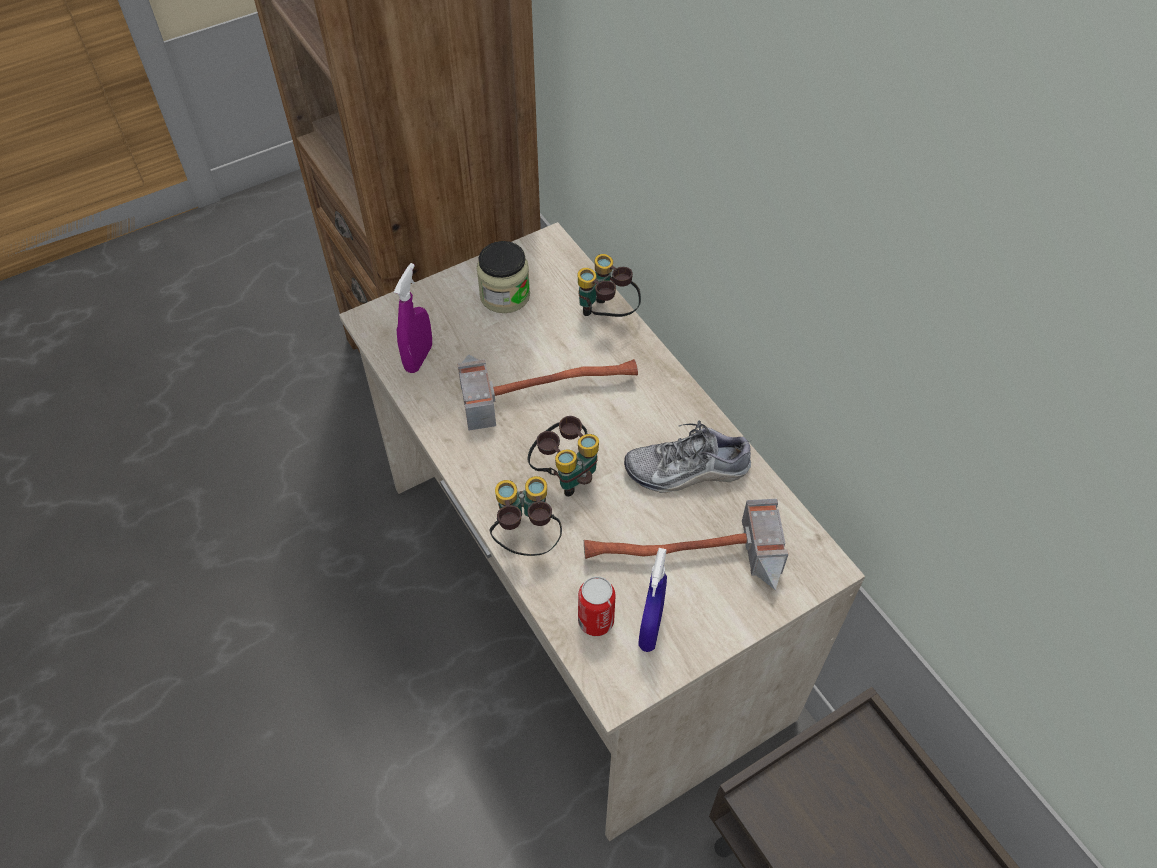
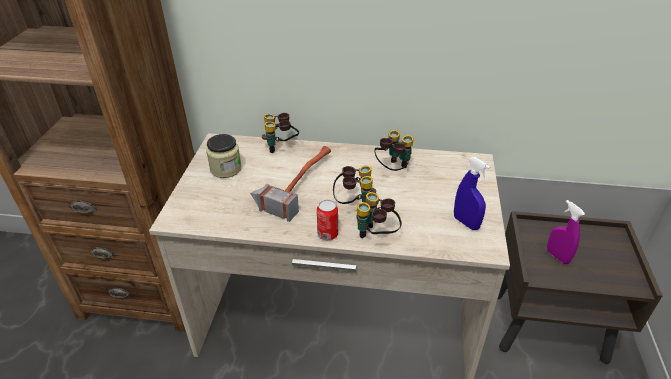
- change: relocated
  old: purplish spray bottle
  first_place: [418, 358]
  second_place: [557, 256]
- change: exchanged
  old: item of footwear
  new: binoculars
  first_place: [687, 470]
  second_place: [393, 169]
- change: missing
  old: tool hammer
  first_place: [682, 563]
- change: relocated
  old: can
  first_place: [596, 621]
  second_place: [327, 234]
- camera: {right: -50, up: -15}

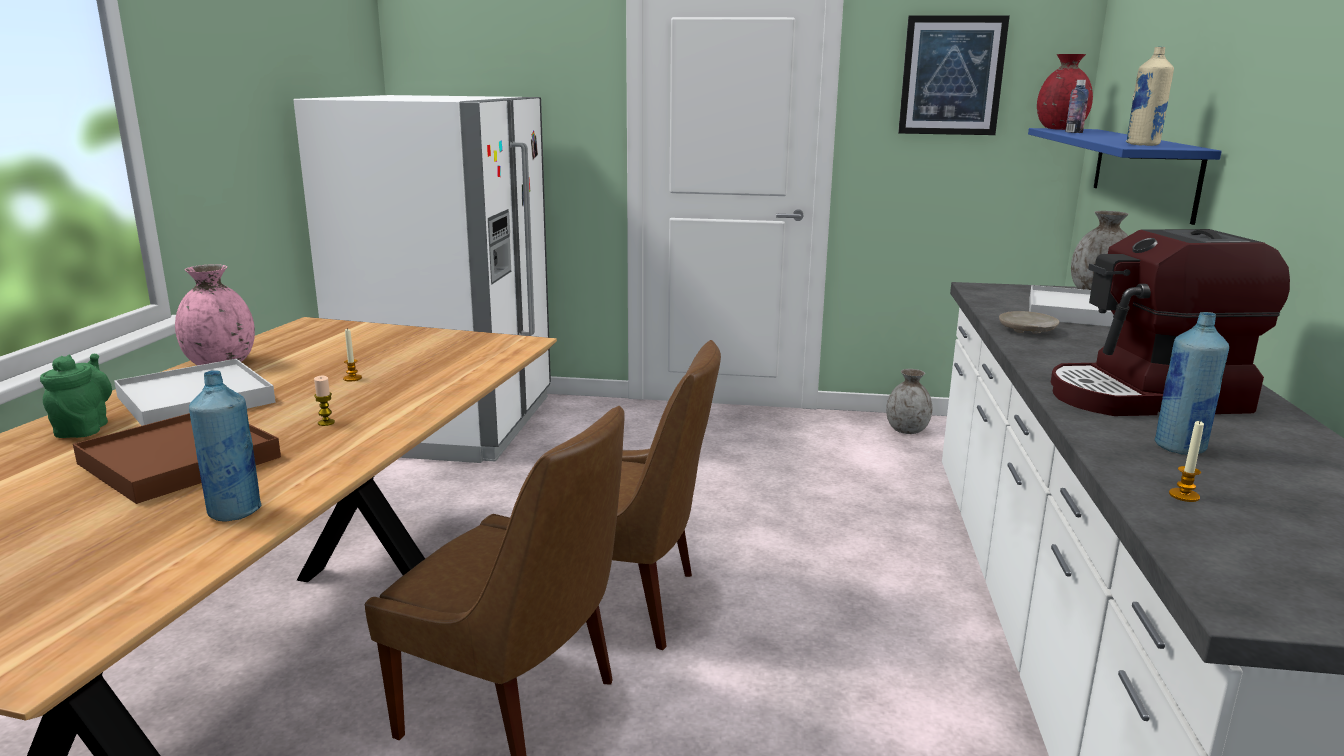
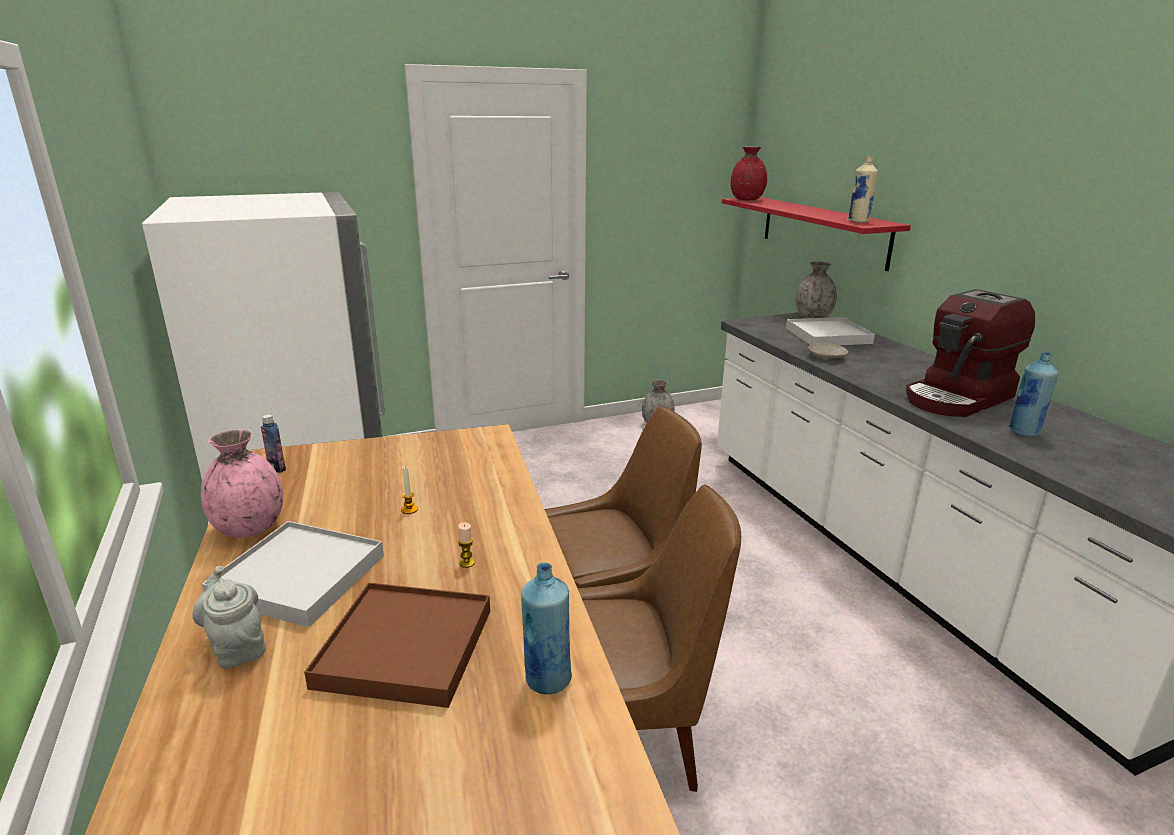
- change: missing
  old: picture
  first_place: [951, 76]
- change: relocated
  old: bottle
  first_place: [1074, 132]
  second_place: [277, 468]
- change: colour
  old: blue-coloured bracket shelf
  new: red bracket shelf
  first_place: [1143, 171]
  second_place: [823, 231]
- change: colour
  old: green-coloured tea pot
  new: greyish tea pot
  first_place: [84, 428]
  second_place: [237, 647]
- change: missing
  old: wax candle
  first_place: [1184, 496]
- camera: {right: -30, up: 5}

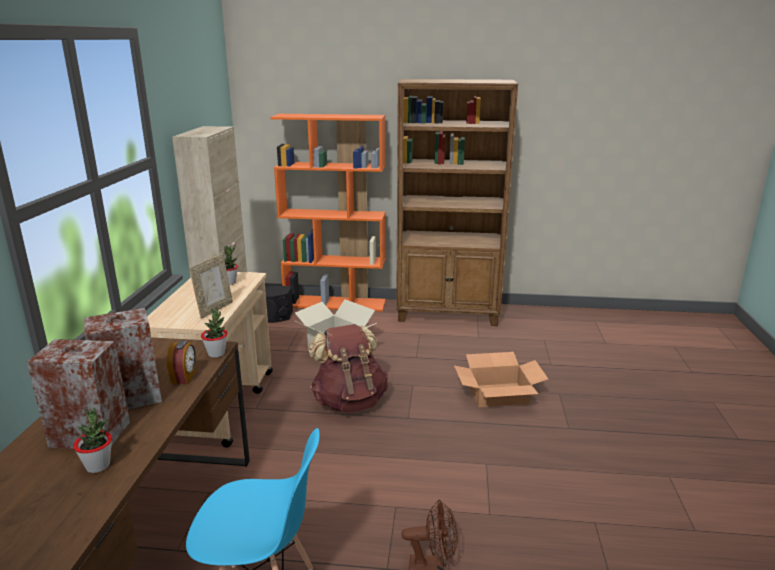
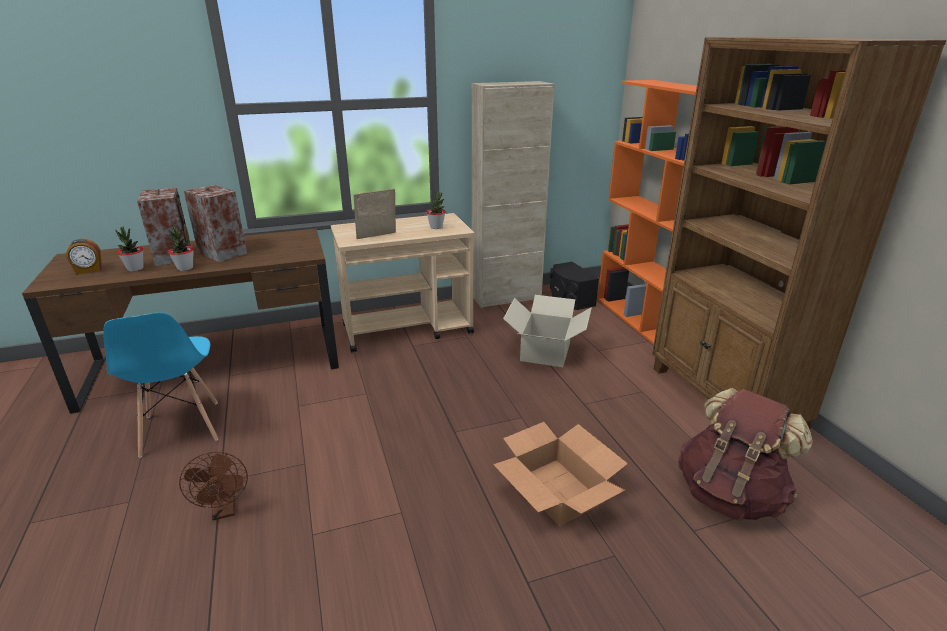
- change: spun
  old: photo frame
  first_place: [214, 309]
  second_place: [377, 236]
  degrees: 150
- change: relocated
  old: houseplant
  first_place: [216, 354]
  second_place: [185, 268]
- change: relocated
  old: brown backpack
  first_place: [349, 401]
  second_place: [730, 495]
- change: relocated
  old: bedside clock
  first_place: [184, 377]
  second_place: [89, 270]
- camera: {right: 65, up: 5}

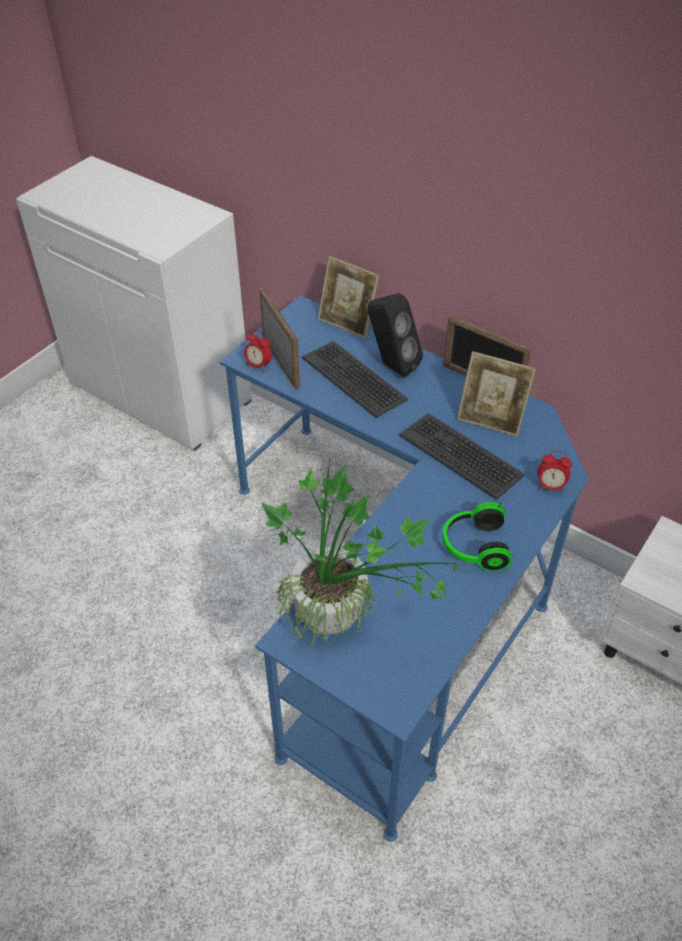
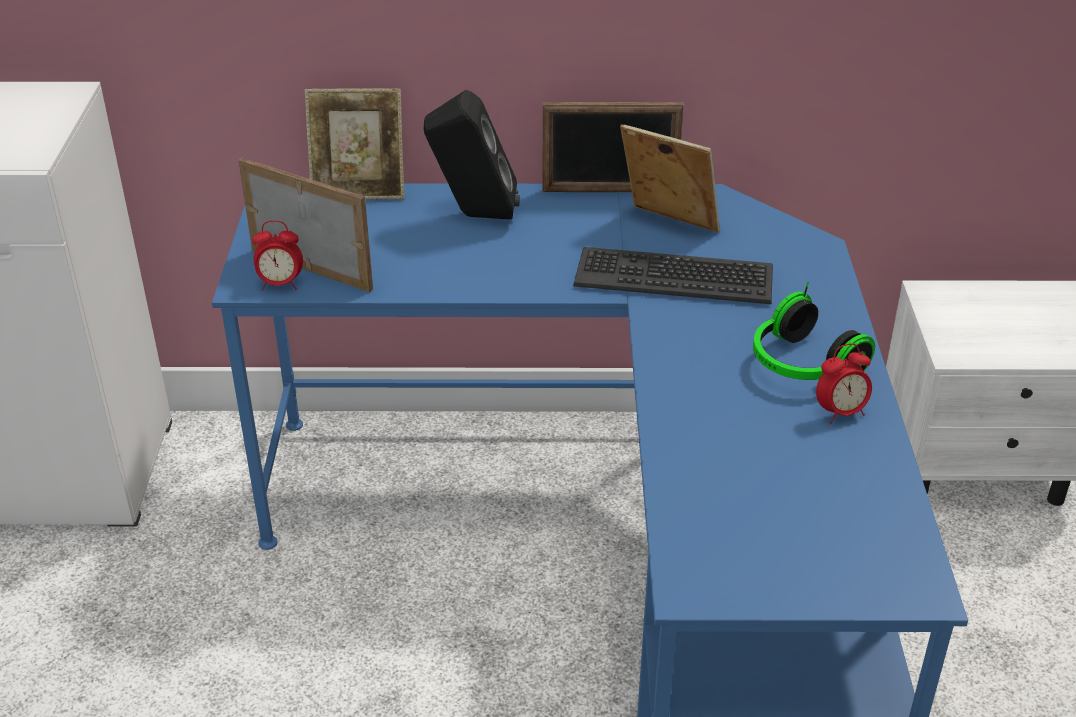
- change: missing
  old: keyboard
  first_place: [354, 378]
- change: spun
  old: photo frame
  first_place: [490, 420]
  second_place: [667, 226]
  degrees: -135
- change: relocated
  old: bedside clock
  first_place: [550, 486]
  second_place: [840, 413]
- change: missing
  old: houseplant
  first_place: [344, 617]
- camera: {right: -35, up: -10}

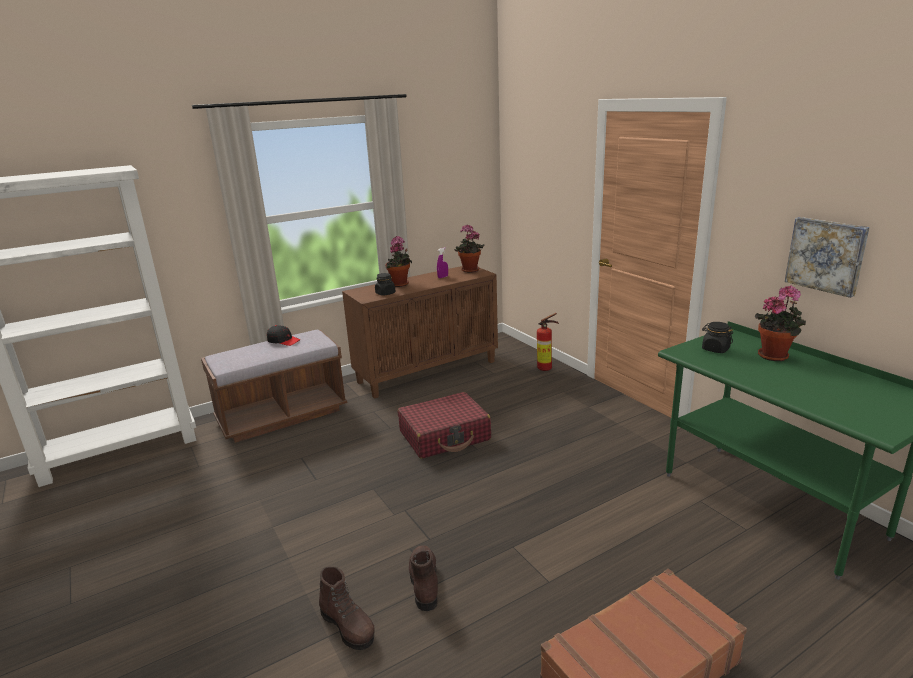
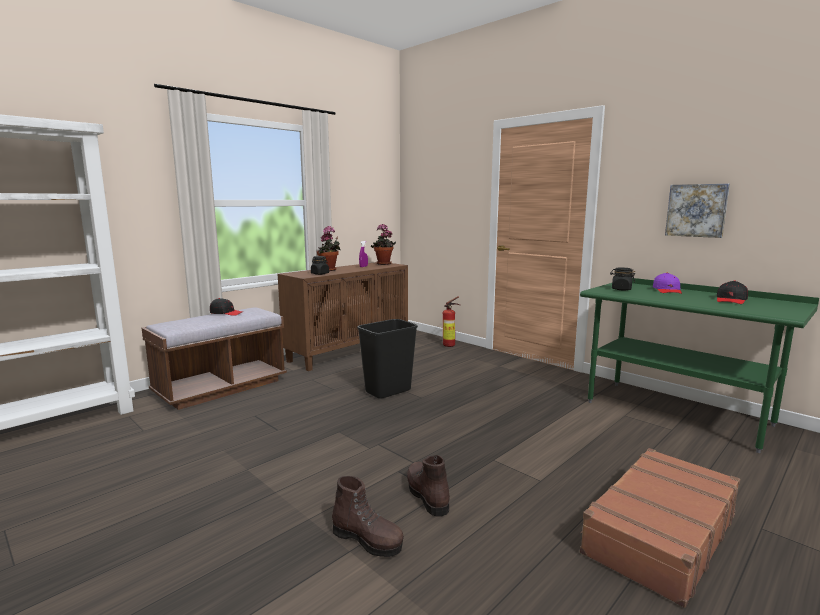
- change: exchanged
  old: houseplant
  new: purplish baseball cap
  first_place: [775, 355]
  second_place: [667, 290]
- change: exchanged
  old: red suitcase
  new: black trash can
  first_place: [445, 436]
  second_place: [388, 391]
- change: appeared
  new: black baseball cap
  second_place: [731, 300]
- camera: {right: -15, up: -10}

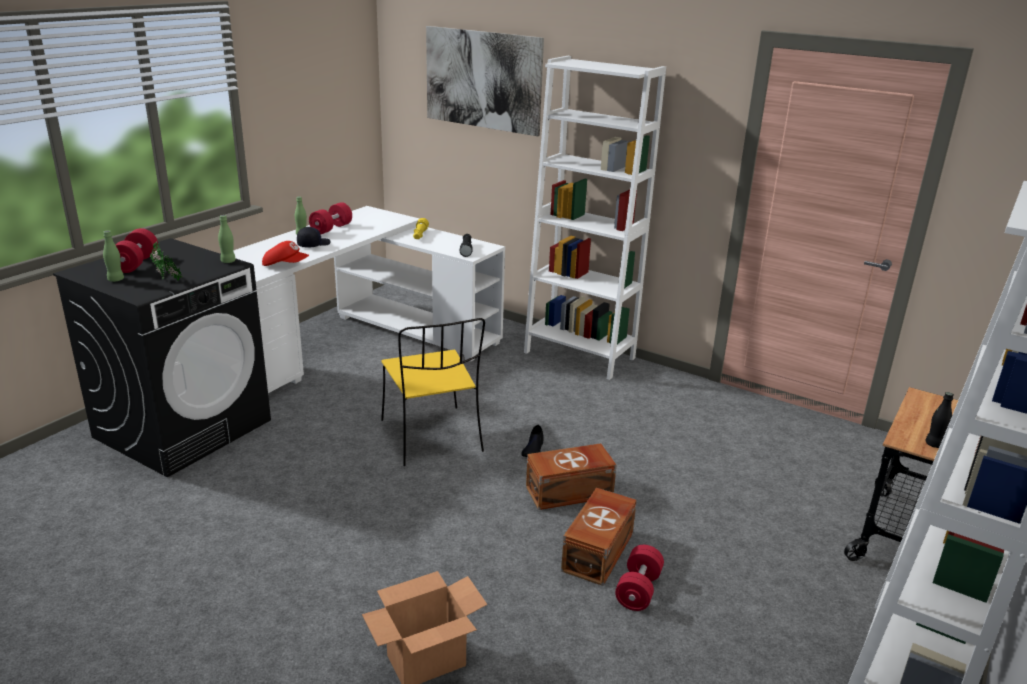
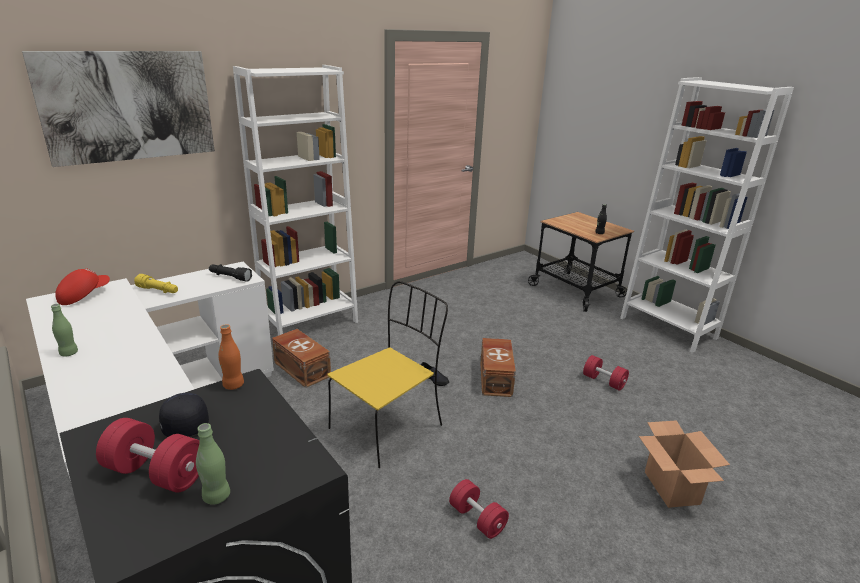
- change: relocated
  old: red hand weight
  first_place: [331, 229]
  second_place: [477, 519]
- change: colour
  old: green-coloured bottle
  new: orange bottle
  first_place: [228, 261]
  second_place: [233, 385]
- change: relocated
  old: black baseball cap
  first_place: [313, 244]
  second_place: [183, 422]
- change: missing
  old: houseplant
  first_place: [168, 281]
- change: relocated
  old: red baseball cap
  first_place: [285, 265]
  second_place: [84, 296]
- change: spun
  old: yellow upright chair
  first_place: [432, 437]
  second_place: [388, 426]
  degrees: -45
- change: relocated
  old: brown storage bin
  first_place: [599, 551]
  second_place: [302, 368]
- camera: {right: -70, up: 0}

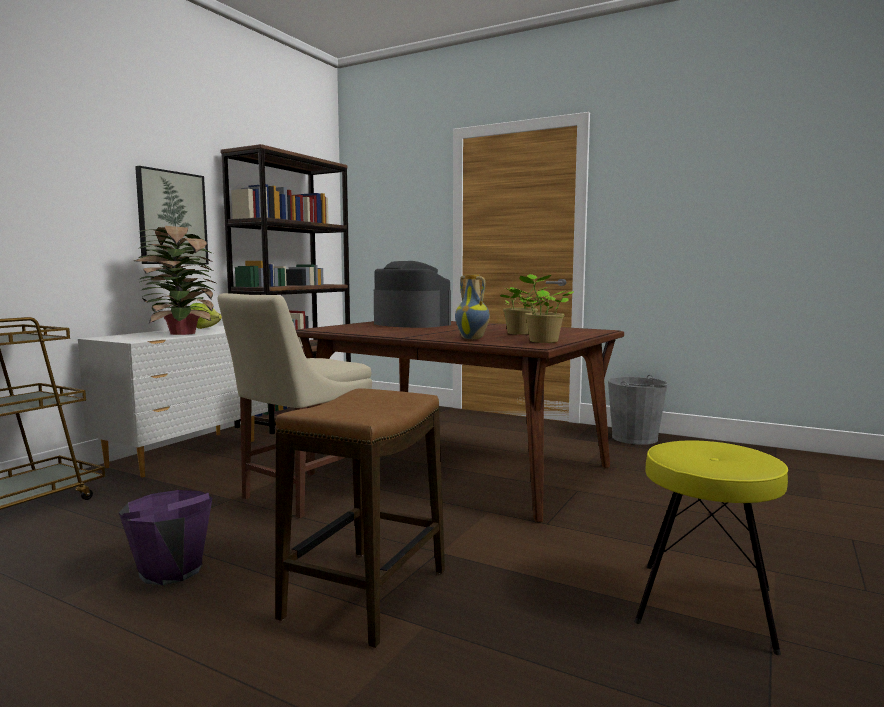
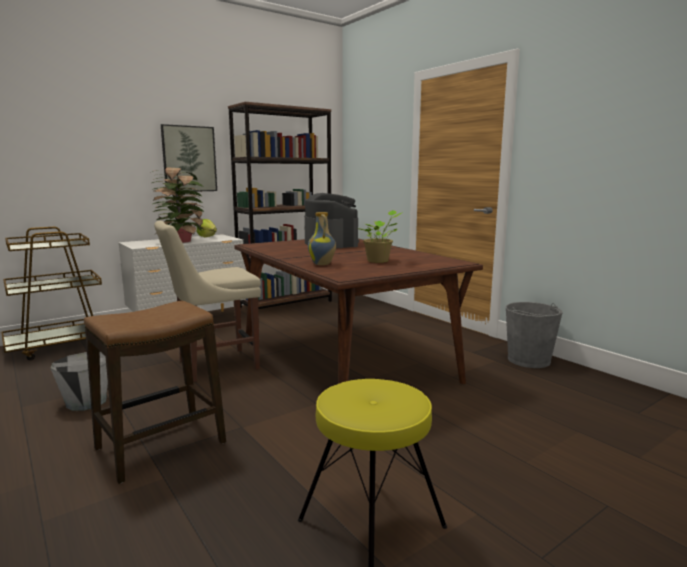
- change: missing
  old: houseplant
  first_place: [542, 341]
- change: colour
  old: purplish bucket
  new: greyish bucket
  first_place: [171, 570]
  second_place: [86, 402]
- camera: {right: 25, up: 5}

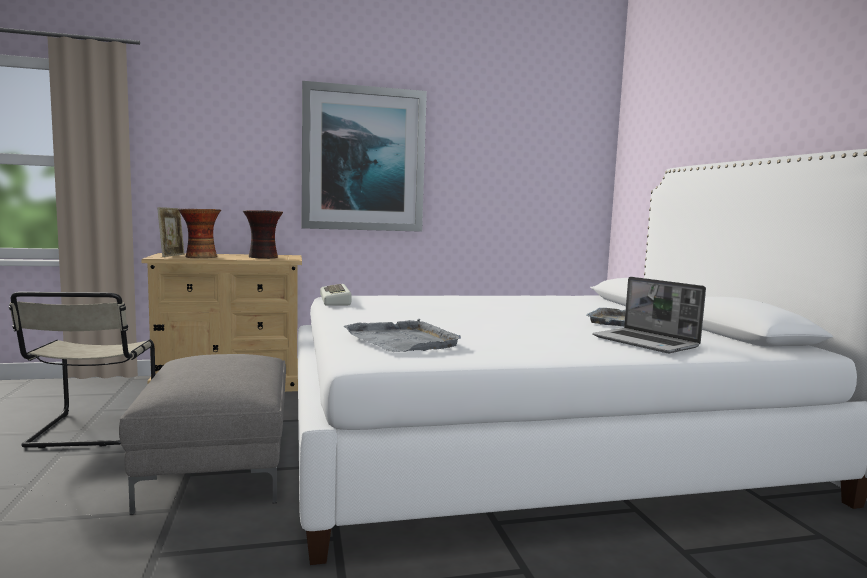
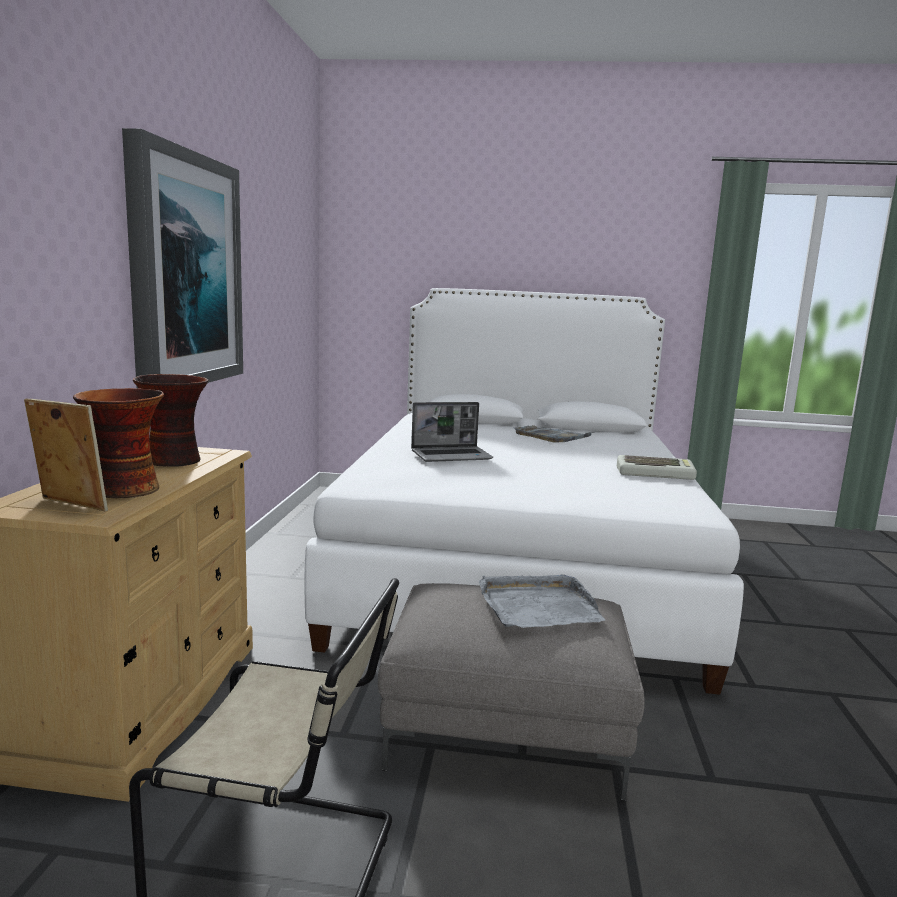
- change: relocated
  old: notebook computer
  first_place: [646, 342]
  second_place: [452, 456]
- change: relocated
  old: keyboard
  first_place: [336, 300]
  second_place: [655, 473]
- change: relocated
  old: greyish tray
  first_place: [403, 340]
  second_place: [537, 606]
- camera: {right: -70, up: 5}

